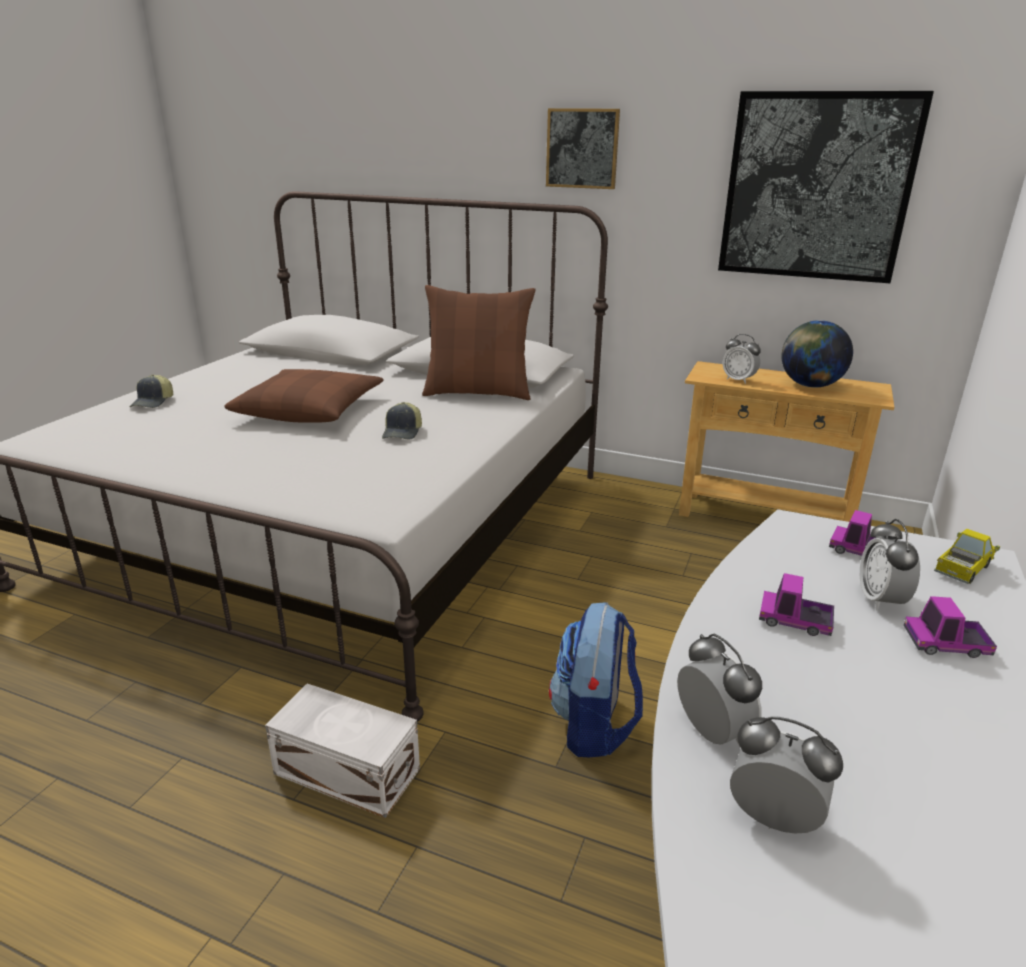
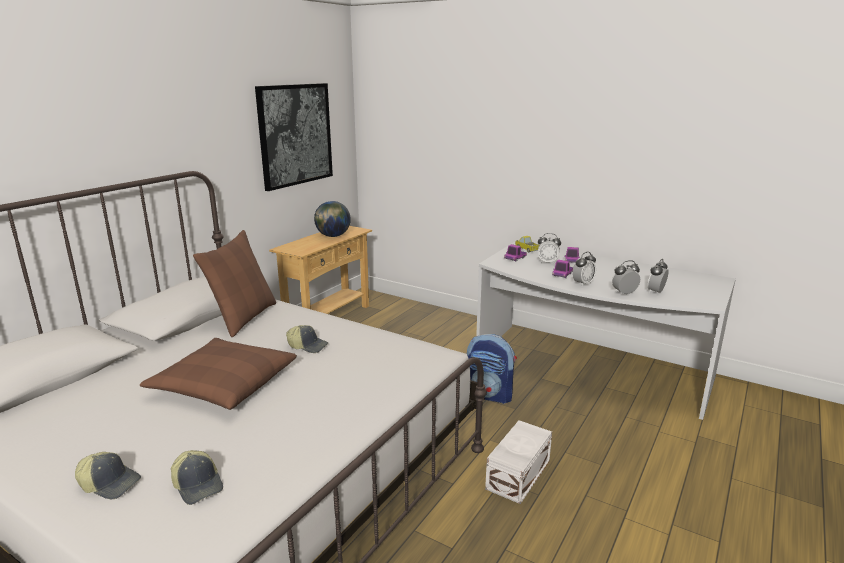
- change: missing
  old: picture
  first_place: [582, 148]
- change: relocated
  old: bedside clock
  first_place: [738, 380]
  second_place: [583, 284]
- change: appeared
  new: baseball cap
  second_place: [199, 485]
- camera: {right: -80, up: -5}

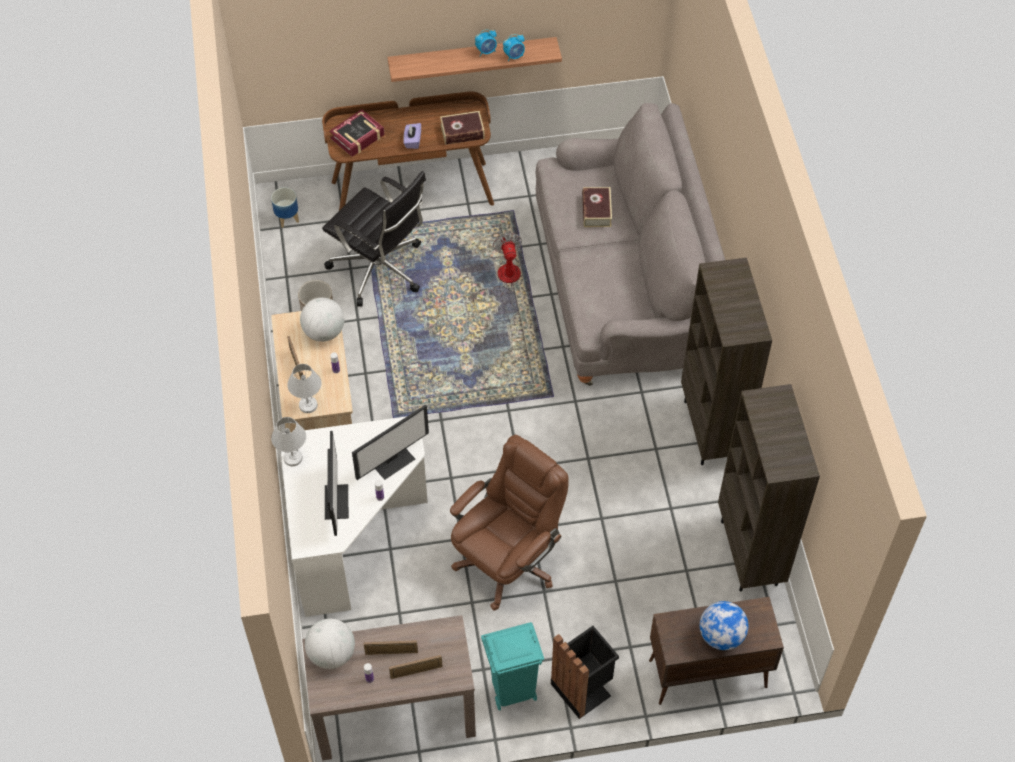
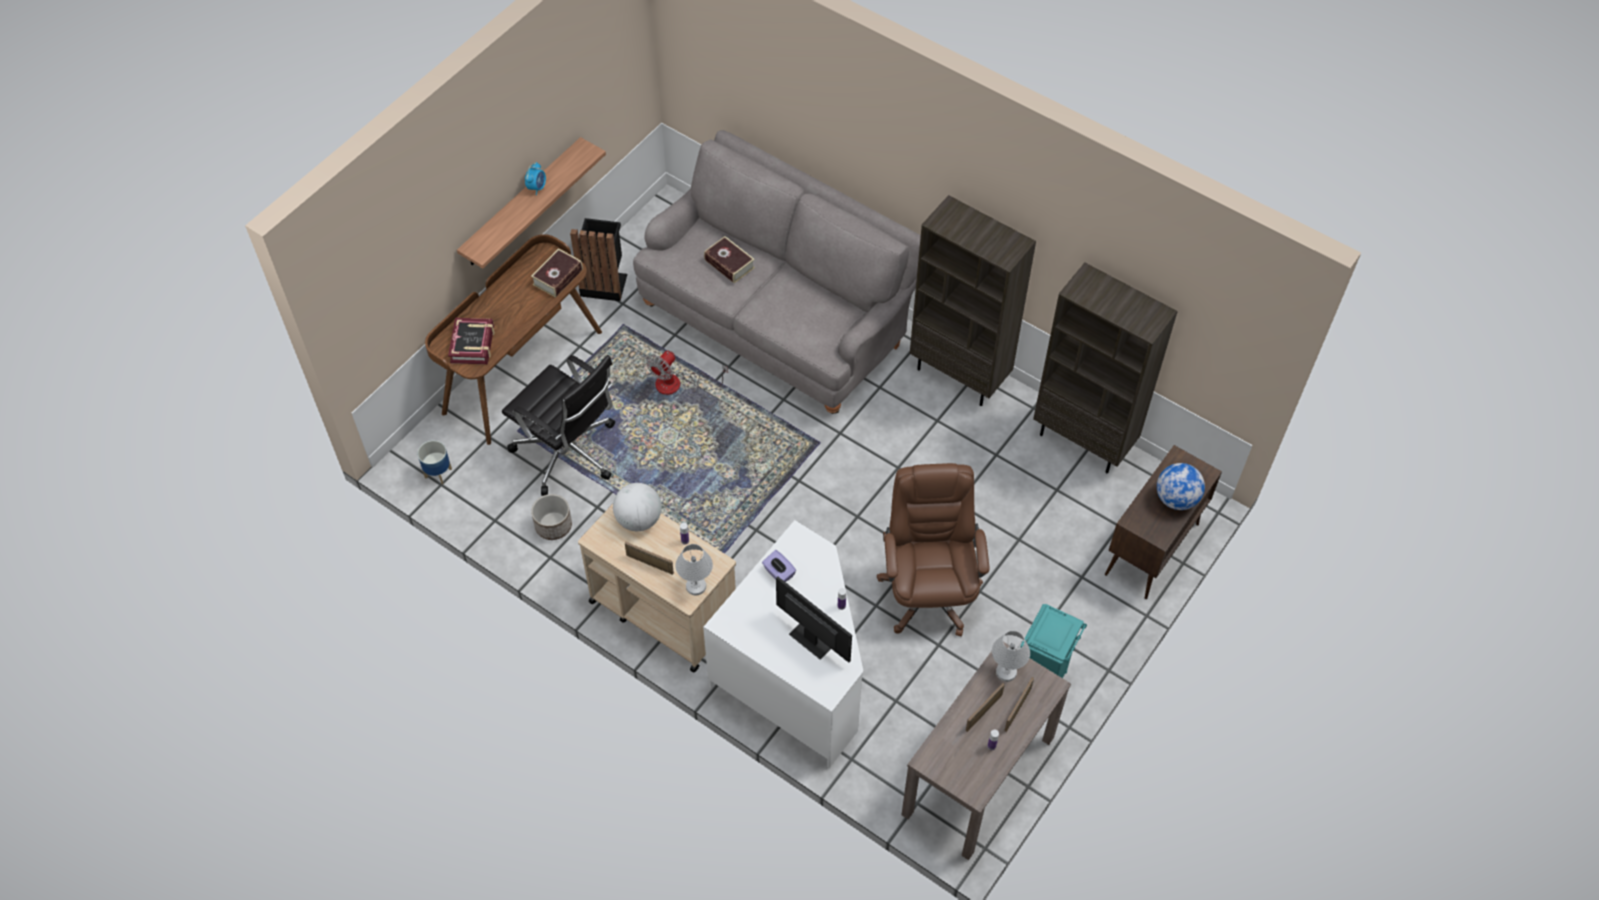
- change: missing
  old: bedside clock
  first_place: [514, 56]
- change: relocated
  old: purplish box of tissues
  first_place: [412, 141]
  second_place: [778, 573]
- change: spun
  old: black computer chair
  first_place: [380, 270]
  second_place: [569, 453]
  degrees: 45
- change: spun
  old: fan
  first_place: [502, 279]
  second_place: [677, 384]
  degrees: -90
- change: missing
  old: monitor
  first_place: [393, 460]
- change: relocated
  old: white-coloured tabletop lamp
  first_place: [293, 458]
  second_place: [1006, 672]
- change: missing
  old: world globe
  first_place: [332, 654]
- change: relocated
  old: black trash can
  first_place: [582, 688]
  second_place: [604, 283]
- camera: {right: -45, up: 0}

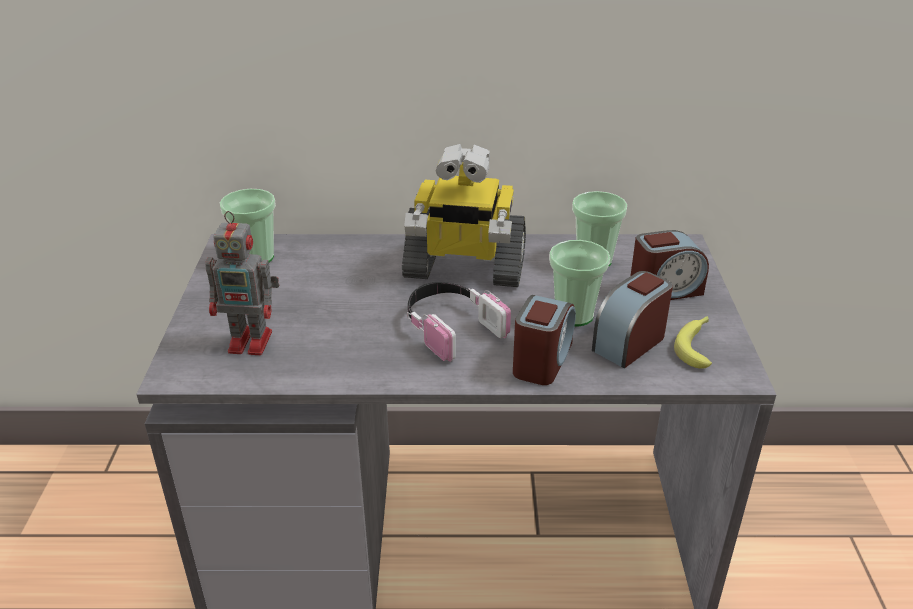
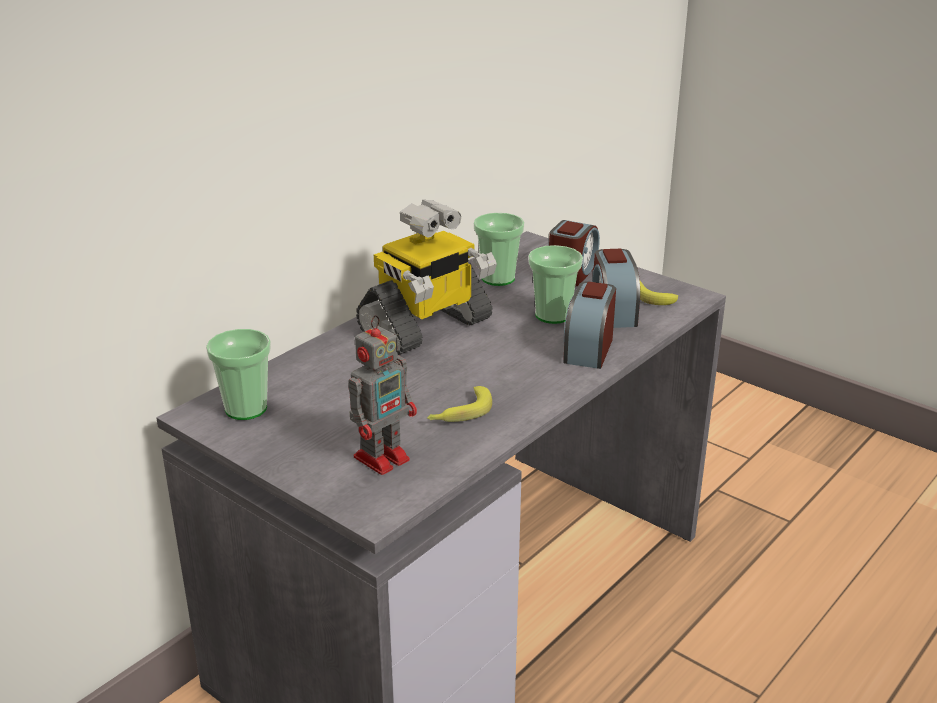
- change: missing
  old: headphones
  first_place: [451, 328]
- change: spun
  old: bedside clock
  first_place: [542, 360]
  second_place: [588, 349]
  degrees: -135
- change: appeared
  new: banana fruit
  second_place: [459, 413]
- camera: {right: -50, up: -5}

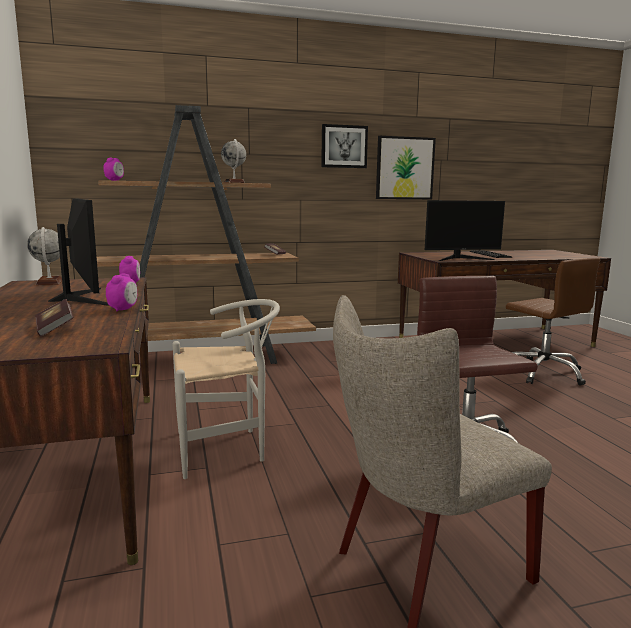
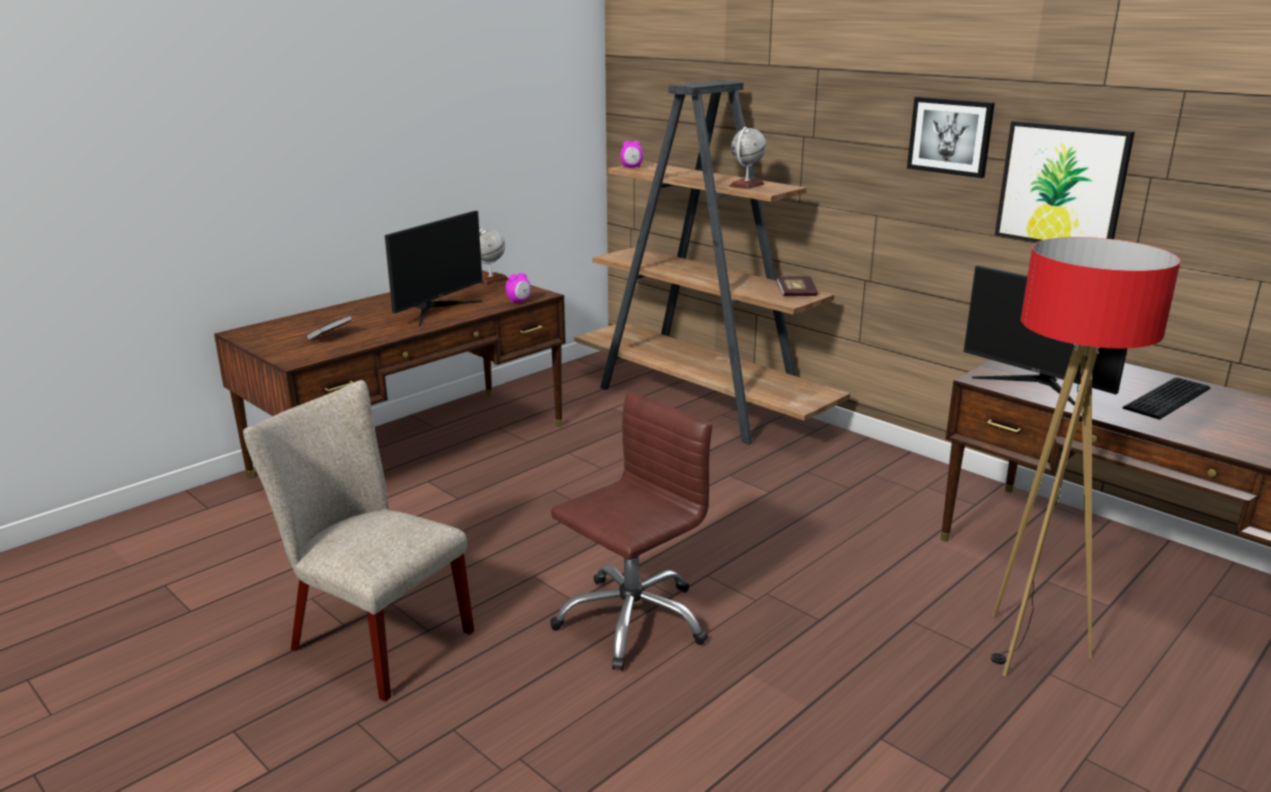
- change: exchanged
  old: brown computer chair
  new: floor lamp
  first_place: [543, 373]
  second_place: [1028, 649]
- change: missing
  old: bedside clock
  first_place: [123, 309]
- change: missing
  old: white-coloured upright chair
  first_place: [227, 448]
- camera: {right: 60, up: 10}

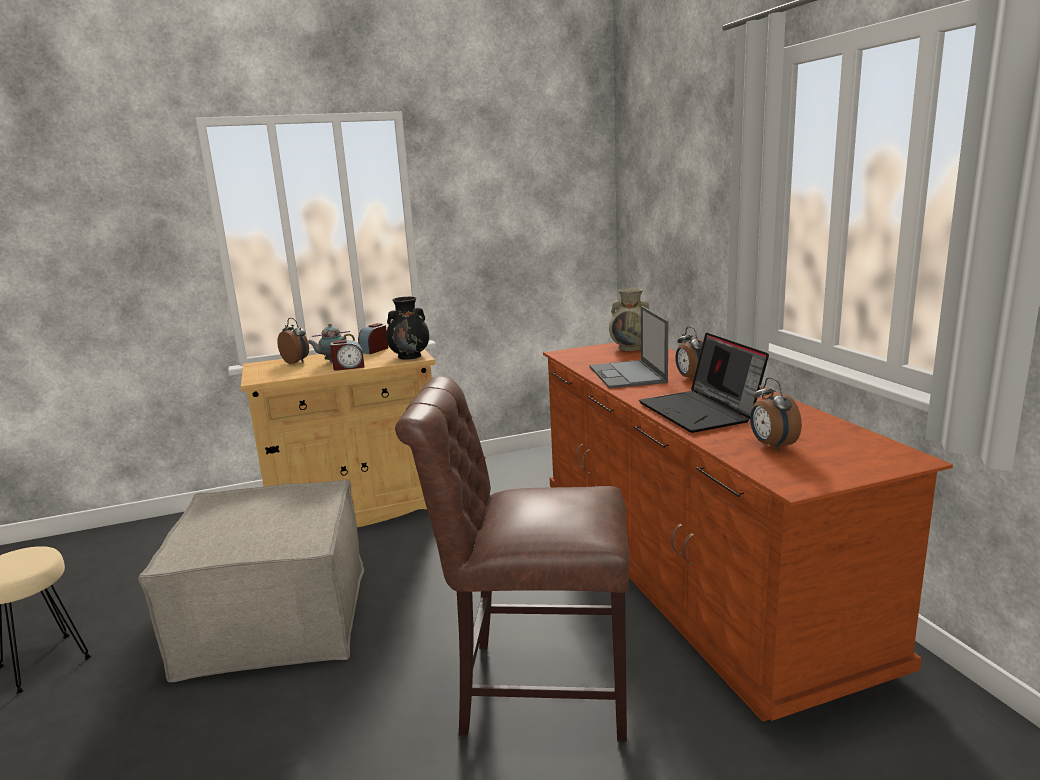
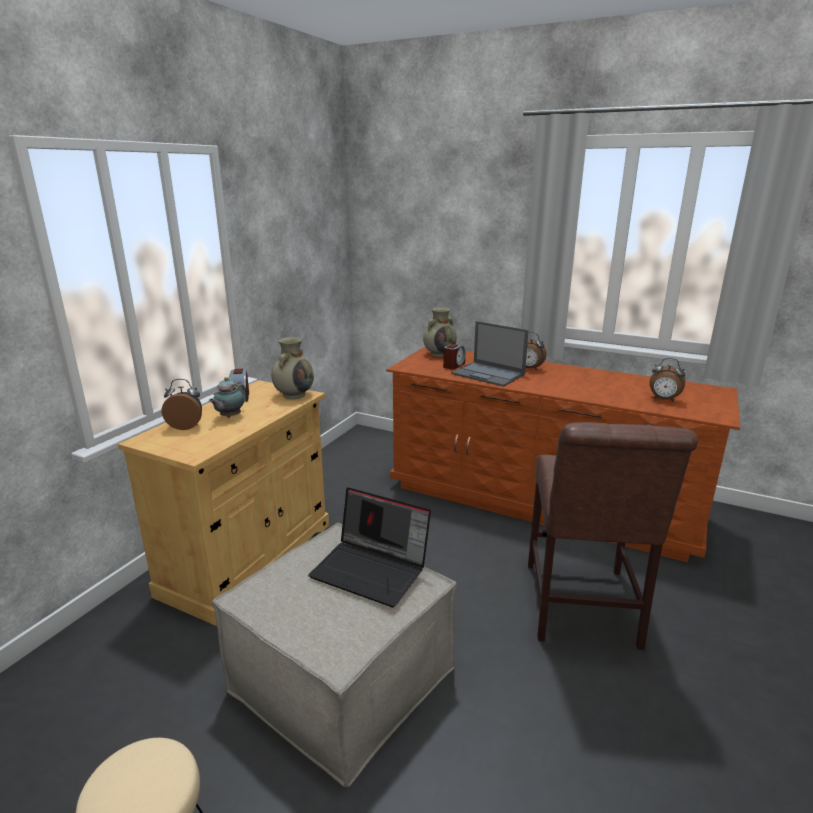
- change: colour
  old: black vase
  new: sand-coloured vase
  first_place: [410, 356]
  second_place: [294, 395]
- change: relocated
  old: notebook computer
  first_place: [701, 412]
  second_place: [372, 569]
- change: relocated
  old: bedside clock
  first_place: [349, 367]
  second_place: [453, 365]
- change: spun
  old: brown upright chair
  first_place: [534, 686]
  second_place: [581, 609]
  degrees: -45
- camera: {right: -45, up: 5}

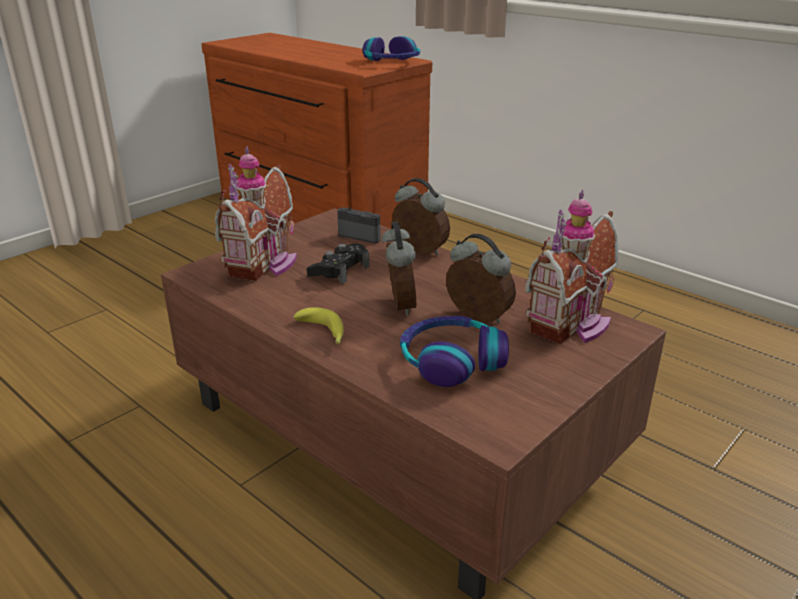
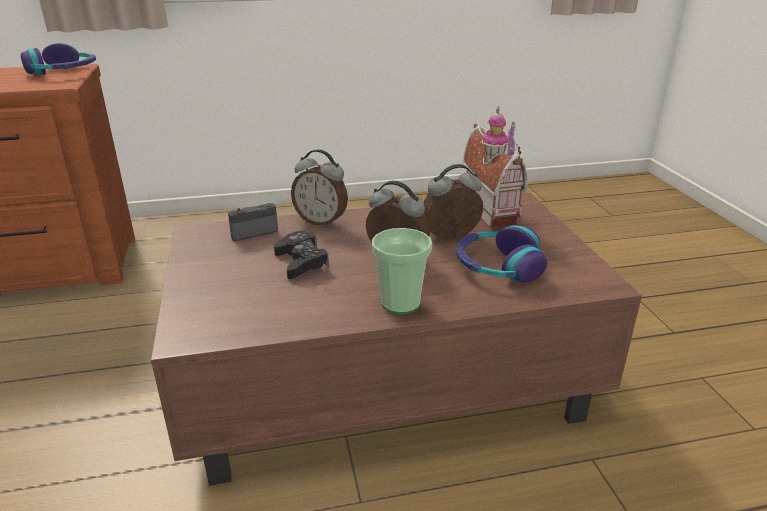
- change: missing
  old: toy house
  first_place: [266, 264]
- change: spun
  old: bedside clock
  first_place: [419, 252]
  second_place: [321, 221]
  degrees: -135
- change: exchanged
  old: banana fruit
  new: cup
  first_place: [323, 333]
  second_place: [400, 303]
- camera: {right: -55, up: 0}

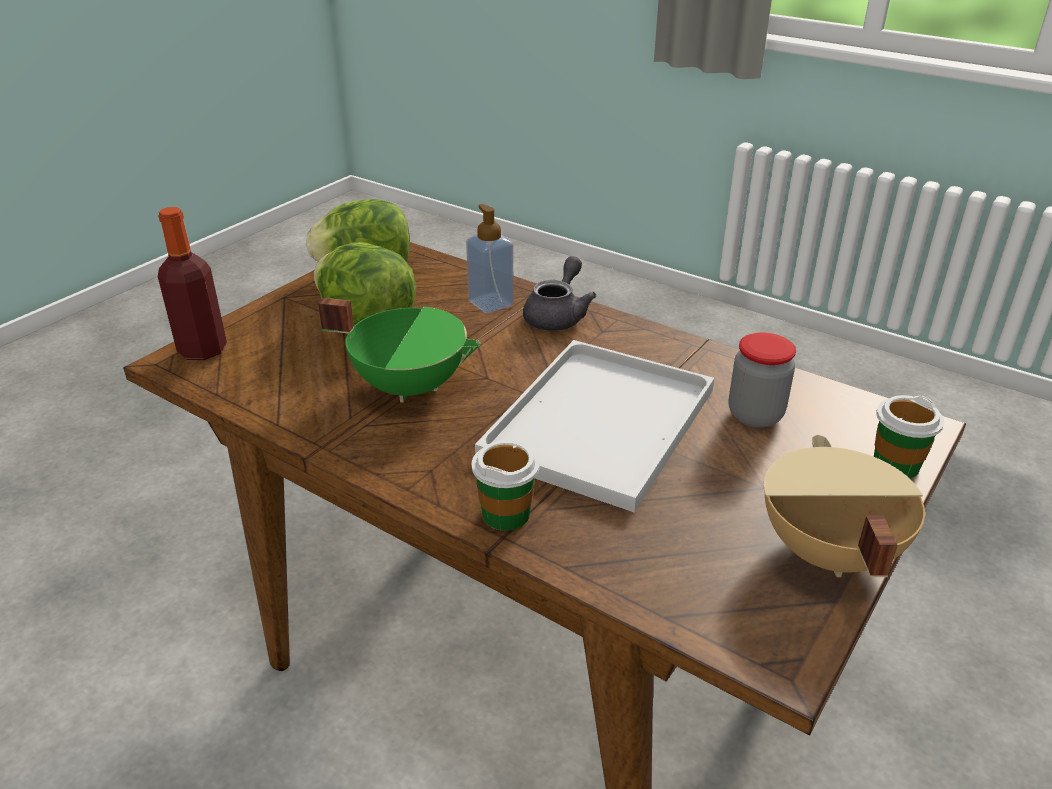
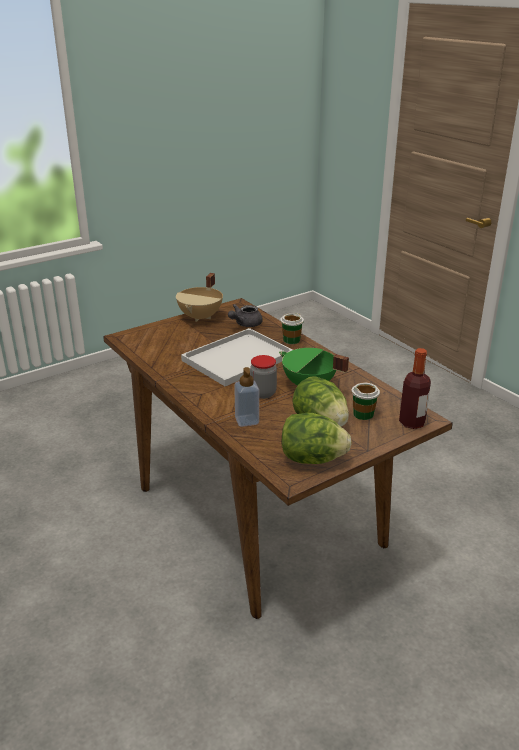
- change: relocated
  old: greyish tea pot
  first_place: [558, 316]
  second_place: [245, 324]
- change: relocated
  old: jar
  first_place: [755, 415]
  second_place: [263, 393]
- change: relocated
  old: cup
  first_place: [895, 465]
  second_place: [363, 414]
- camera: {right: -160, up: -5}

